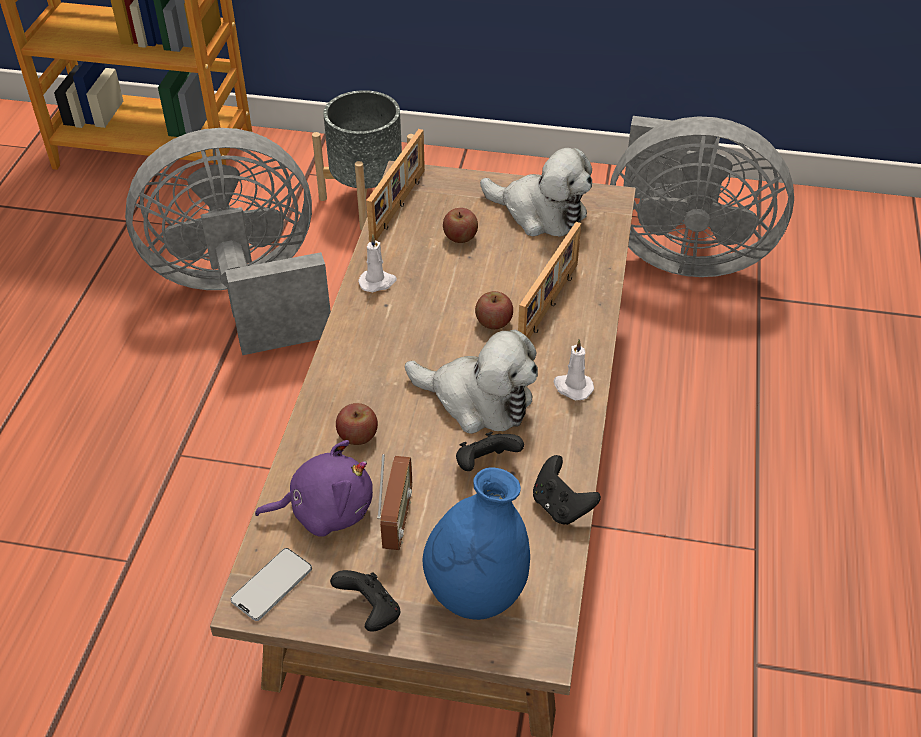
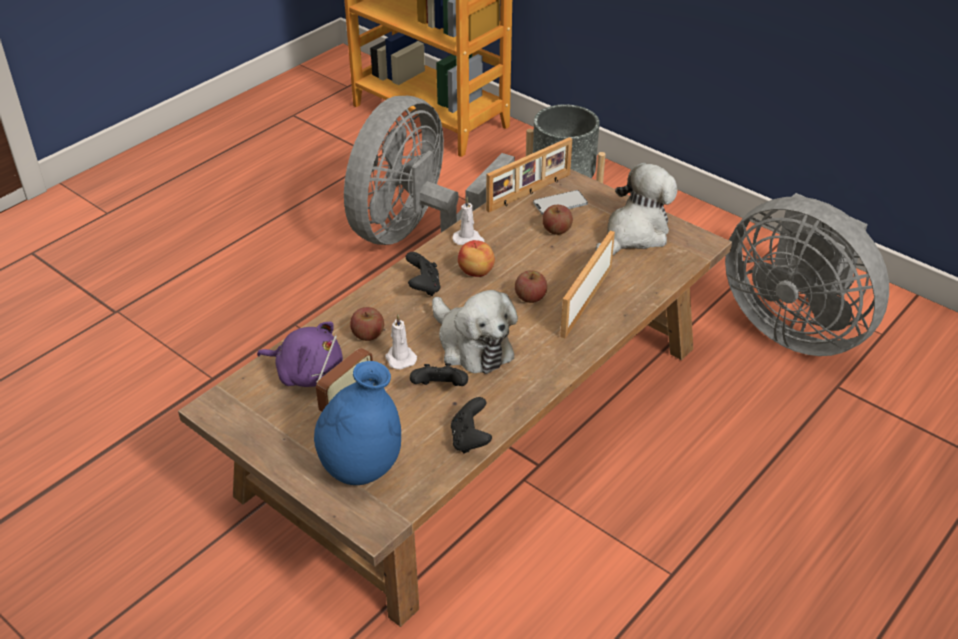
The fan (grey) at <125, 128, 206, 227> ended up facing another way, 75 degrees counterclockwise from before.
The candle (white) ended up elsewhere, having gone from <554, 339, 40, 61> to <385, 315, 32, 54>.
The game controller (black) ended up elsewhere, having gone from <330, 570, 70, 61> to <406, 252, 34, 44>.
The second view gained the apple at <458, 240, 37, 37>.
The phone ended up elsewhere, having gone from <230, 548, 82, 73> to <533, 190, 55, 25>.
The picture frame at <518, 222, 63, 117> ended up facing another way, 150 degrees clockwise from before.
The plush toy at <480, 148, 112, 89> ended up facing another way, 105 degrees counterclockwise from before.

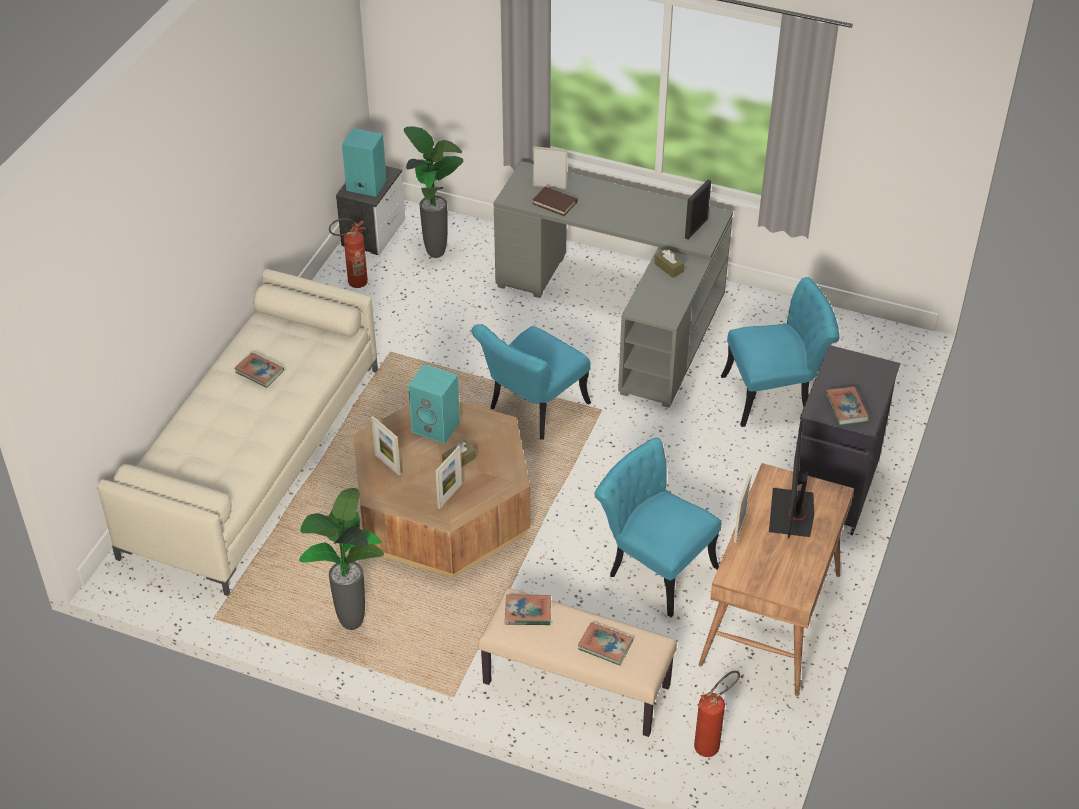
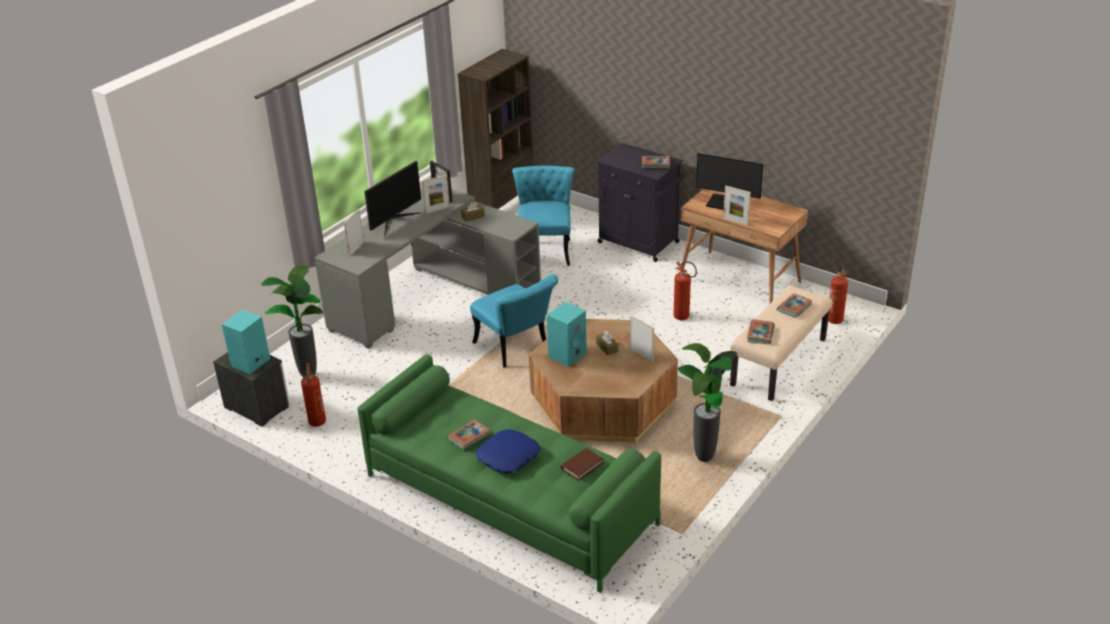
What was the sofa (beige) at <97, 269, 281, 327> turned into the sofa (green) at <357, 354, 304, 239>.
The second view gained the monitor at <364, 161, 57, 75>.
The picture frame ended up elsewhere, having gone from <371, 416, 30, 60> to <422, 175, 28, 39>.
The second view gained the bookcase (brown) at <458, 49, 75, 160>.
The second view gained the pillow (blue) at <476, 429, 65, 44>.
The book (brown) ended up elsewhere, having gone from <532, 187, 45, 29> to <560, 448, 44, 33>.
Where the chair (turquoise) stood at <594, 438, 127, 179>, the fire extinguisher came to stand at <673, 261, 24, 59>.

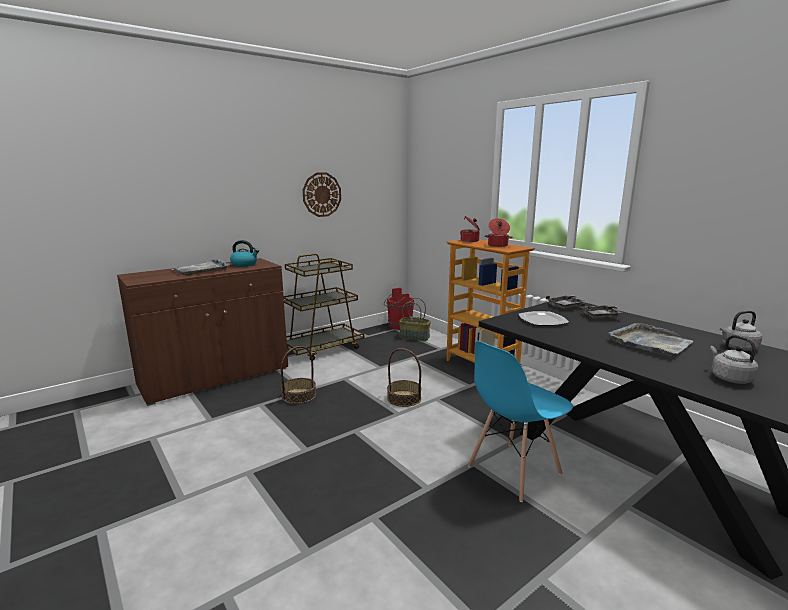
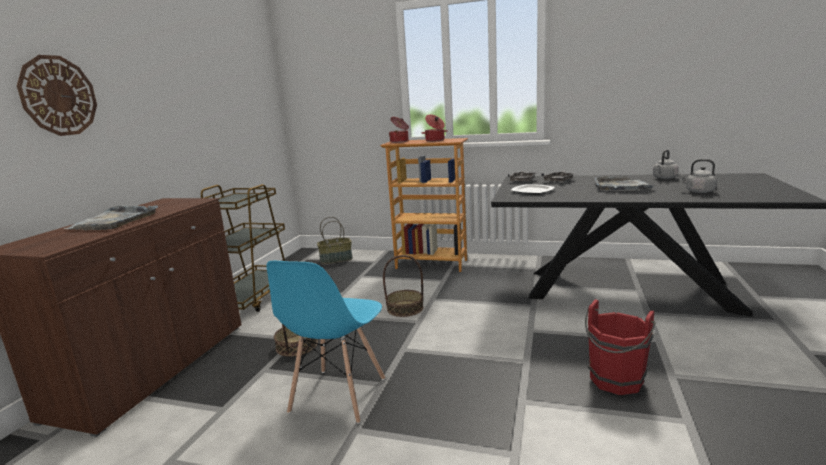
The wall clock ended up elsewhere, having gone from <303, 173, 38, 44> to <17, 55, 80, 81>.
The chair (blue) ended up elsewhere, having gone from <468, 341, 105, 161> to <266, 261, 119, 163>.
The bucket (red) ended up elsewhere, having gone from <384, 288, 30, 42> to <585, 299, 71, 96>.
The second view lost the kettle at <230, 240, 29, 27>.

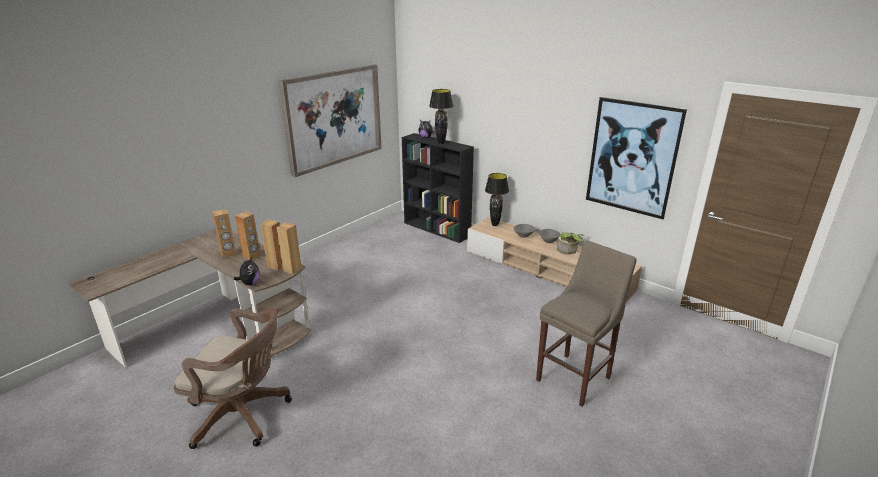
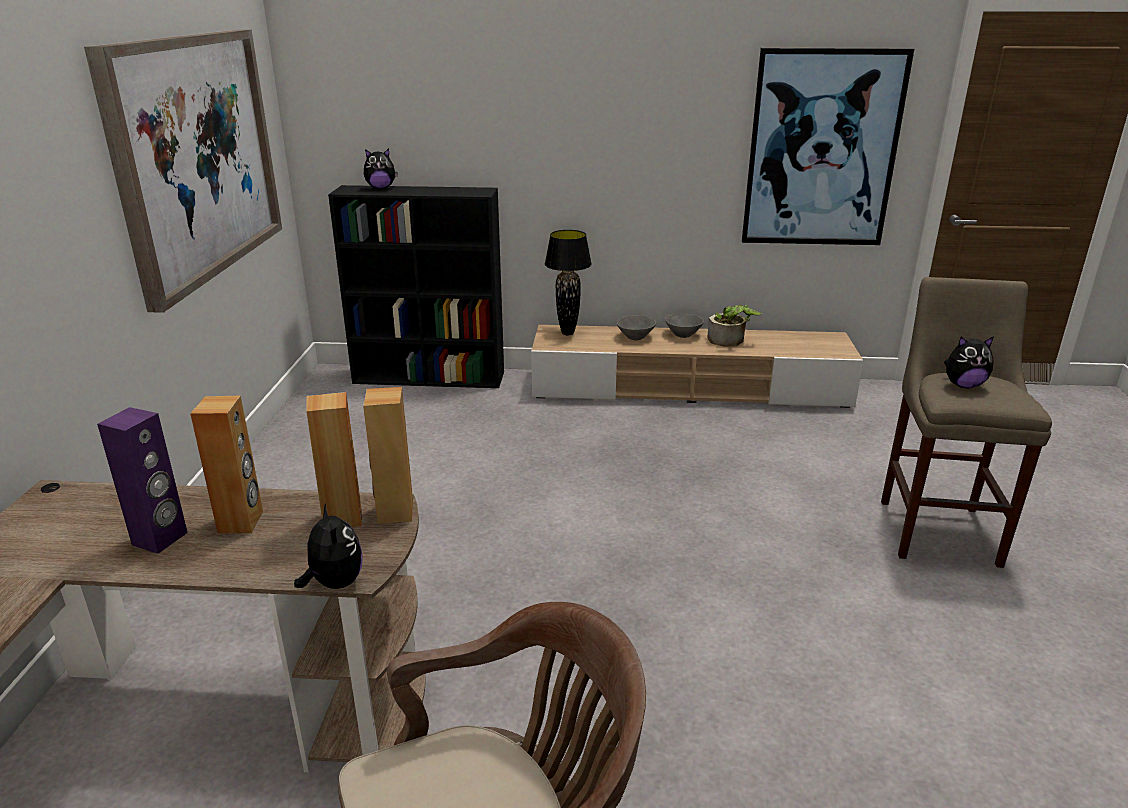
What was the speaker (brown) at <212, 209, 24, 49> turned into the speaker (purple) at <97, 407, 91, 147>.
The second view gained the plush toy at <944, 336, 50, 52>.
The second view lost the table lamp (black) at <429, 89, 24, 55>.

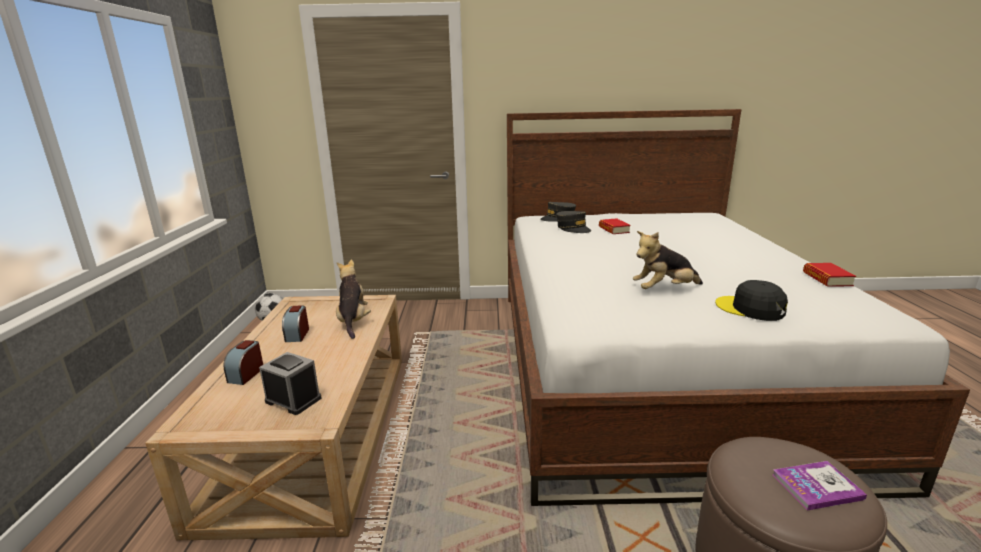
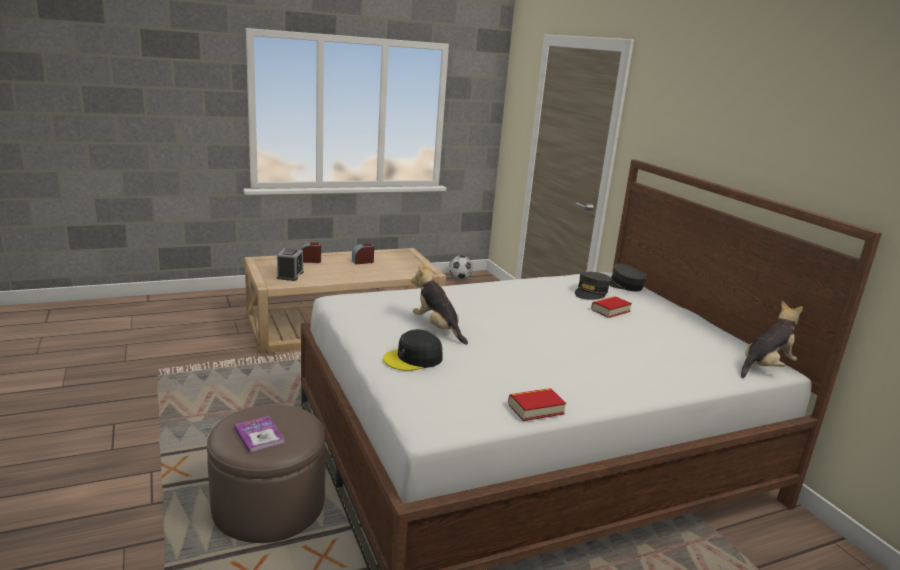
The cap (black) at <715, 280, 73, 41> ended up facing another way, 135 degrees counterclockwise from before.
The plush toy ended up elsewhere, having gone from <336, 260, 35, 79> to <741, 301, 62, 77>.

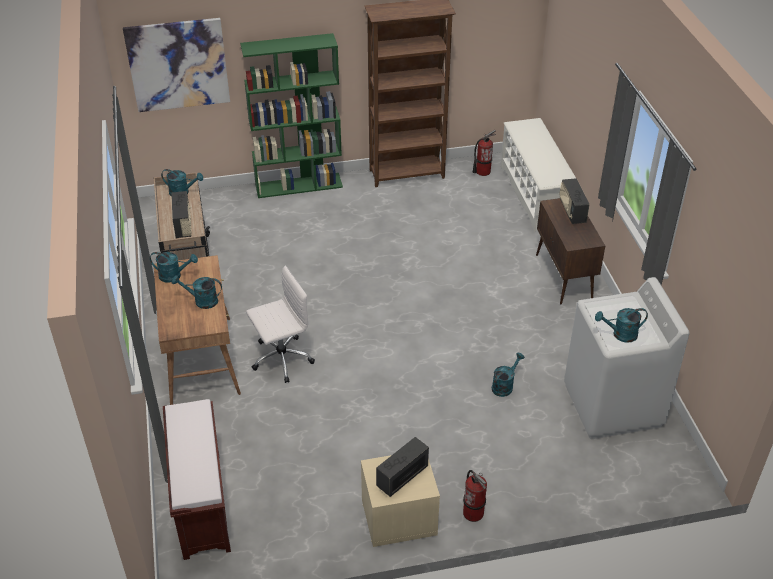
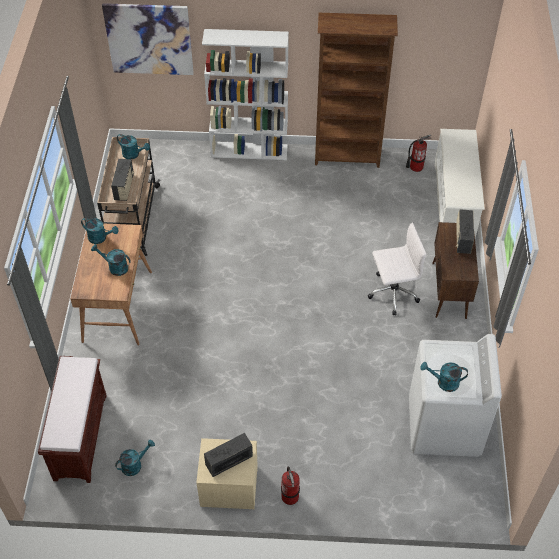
The watering can (turquoise) ended up elsewhere, having gone from <492, 353, 33, 44> to <115, 440, 40, 36>.
What was the bookcase (green) at <240, 33, 103, 165> turned into the bookcase (white) at <202, 29, 87, 131>.
The office chair (white) ended up elsewhere, having gone from <246, 265, 69, 118> to <368, 222, 58, 94>.

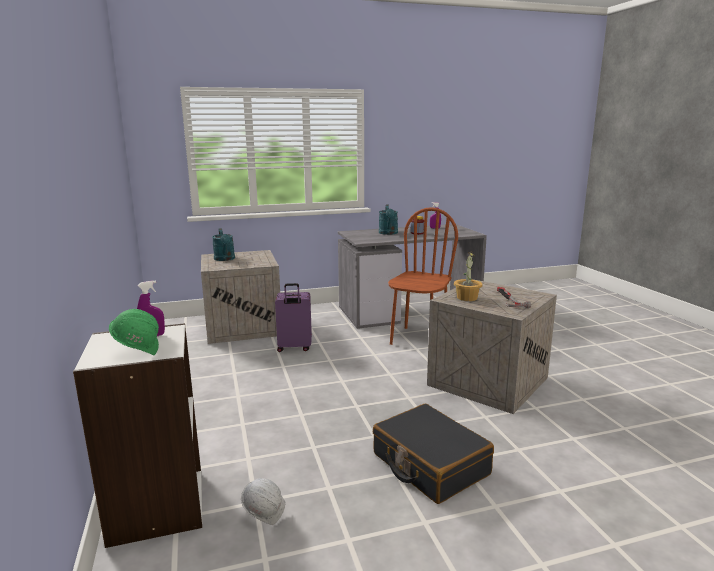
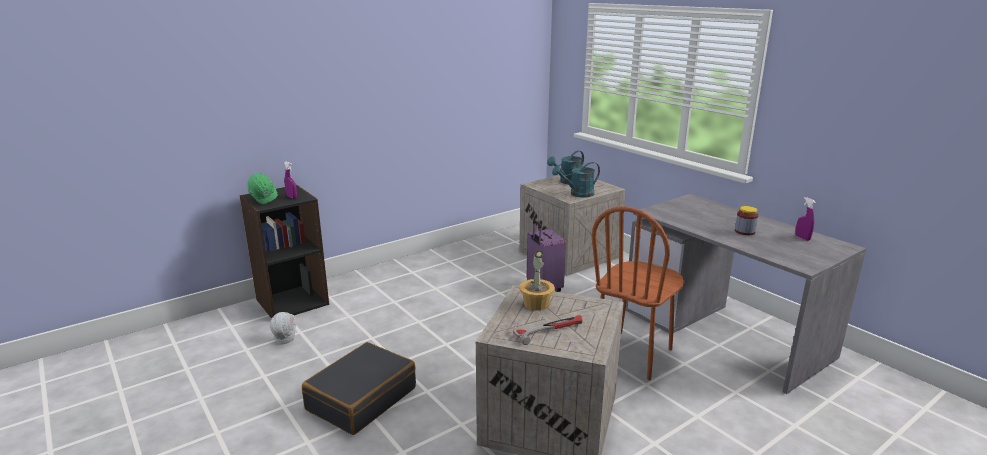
What was the bookcase (white) at <73, 323, 129, 225> turned into the bookcase (black) at <240, 185, 89, 134>.
The watering can (turquoise) ended up elsewhere, having gone from <379, 204, 19, 31> to <552, 162, 48, 36>.
The chair (brown) at <388, 207, 70, 138> ended up facing another way, 120 degrees clockwise from before.

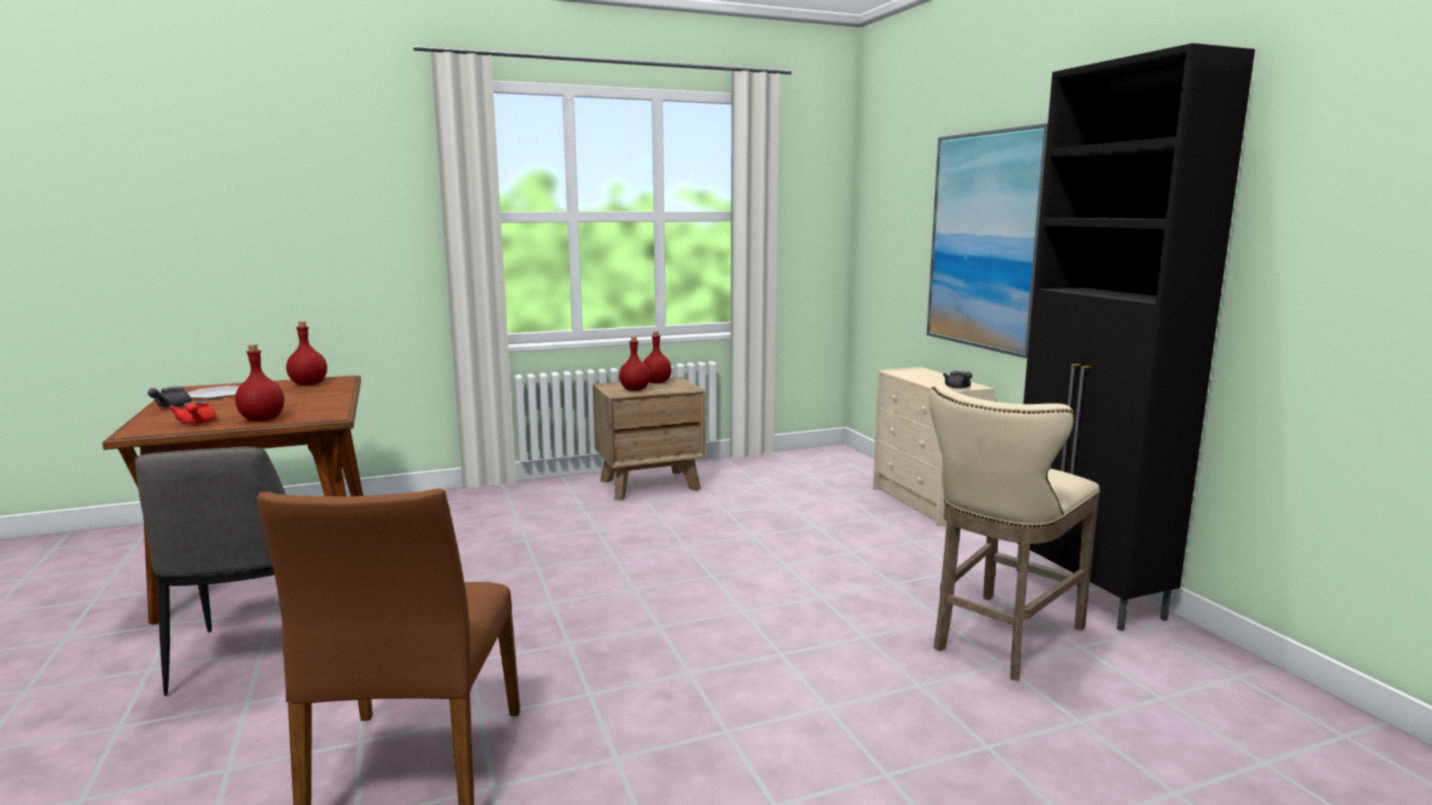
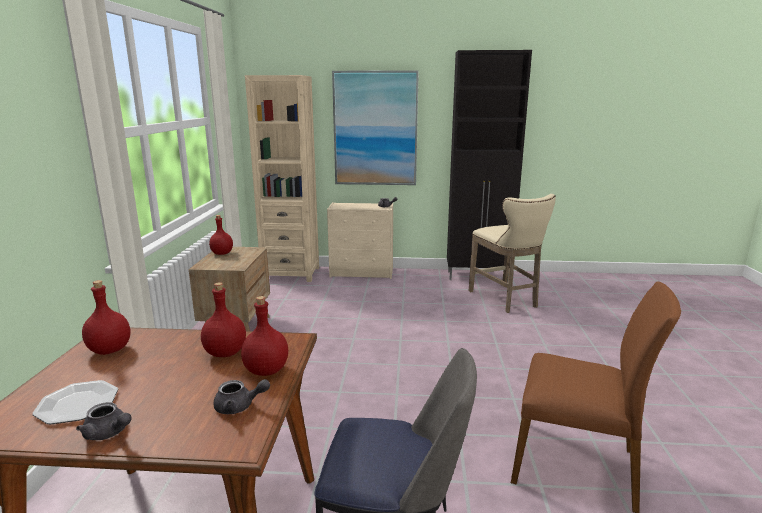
The bottle (red) ended up elsewhere, having gone from <619, 337, 31, 54> to <201, 282, 45, 75>.
What was the teapot (red) at <169, 401, 47, 23> turned into the teapot (grey) at <213, 379, 57, 35>.
The second view gained the bookcase (beige) at <245, 75, 74, 207>.

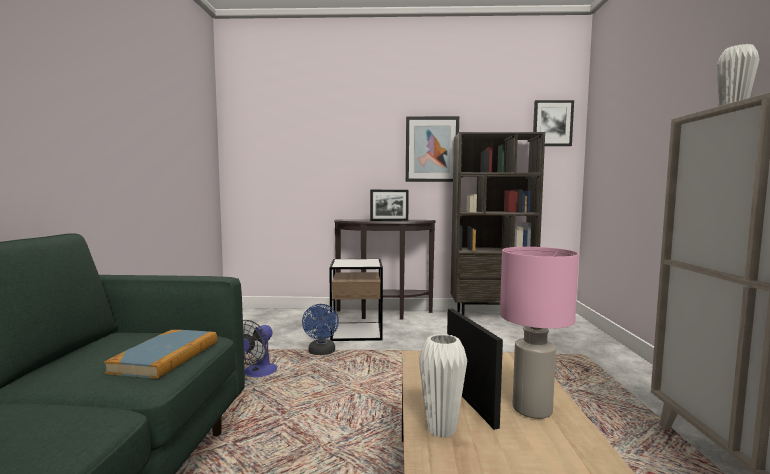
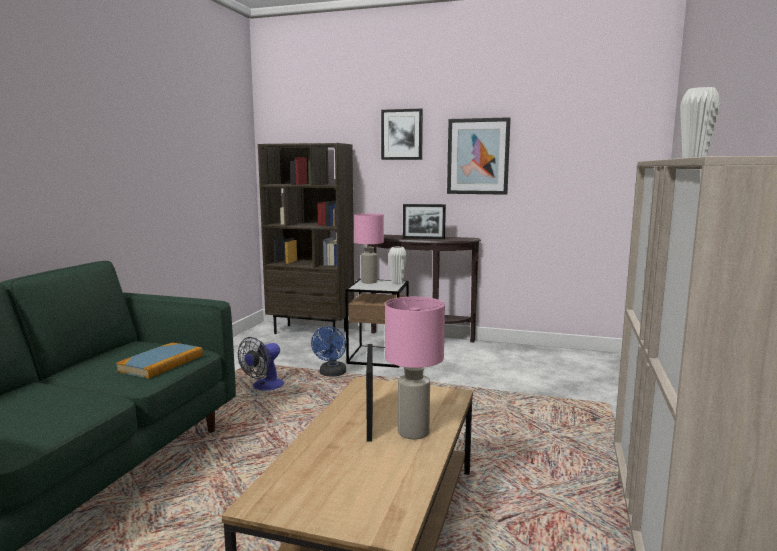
The bookcase (brown) ended up elsewhere, having gone from <451, 132, 94, 183> to <258, 143, 96, 191>.
The second view gained the table lamp (pink) at <354, 213, 30, 70>.
The picture ended up elsewhere, having gone from <533, 100, 41, 46> to <381, 109, 42, 51>.
The vase (white) ended up elsewhere, having gone from <419, 334, 48, 104> to <388, 246, 19, 38>.

